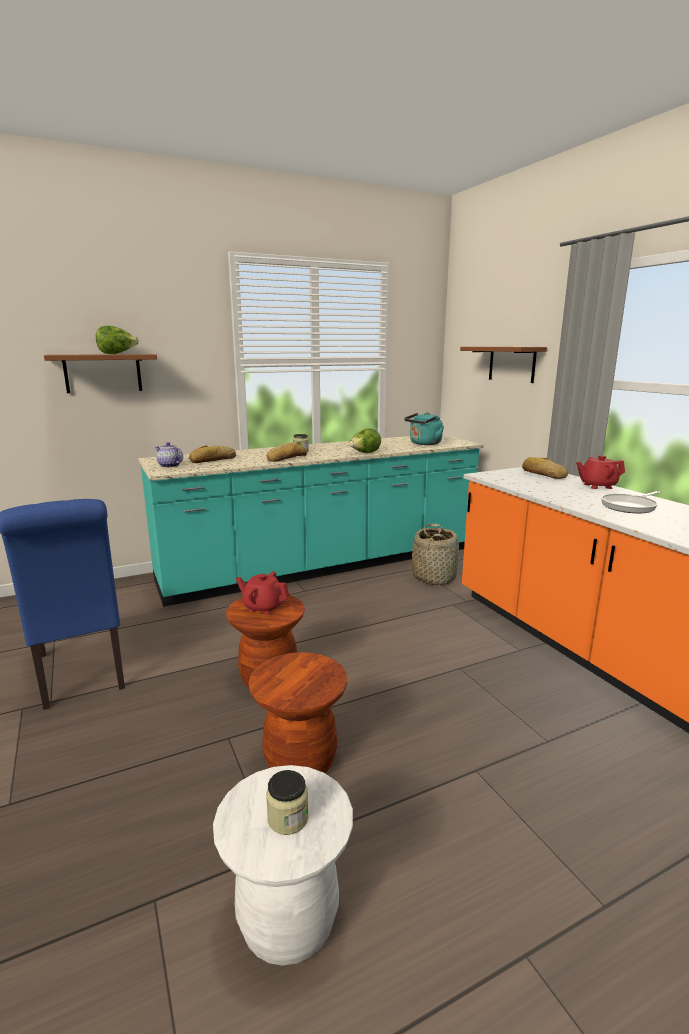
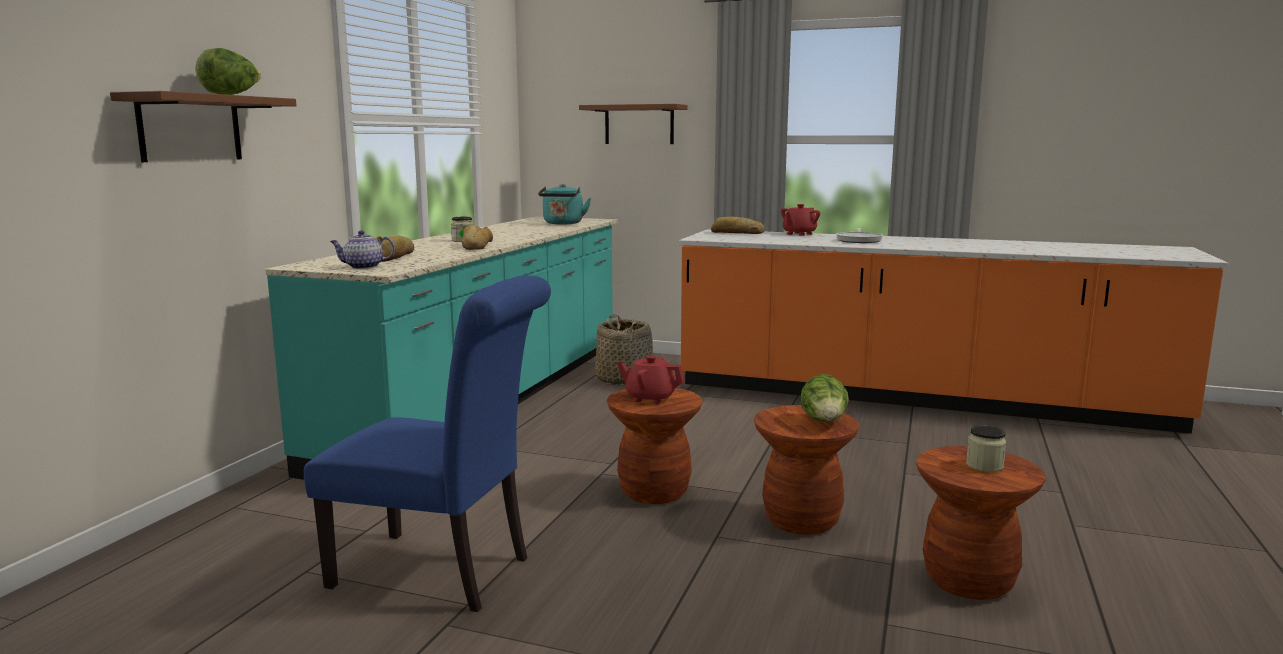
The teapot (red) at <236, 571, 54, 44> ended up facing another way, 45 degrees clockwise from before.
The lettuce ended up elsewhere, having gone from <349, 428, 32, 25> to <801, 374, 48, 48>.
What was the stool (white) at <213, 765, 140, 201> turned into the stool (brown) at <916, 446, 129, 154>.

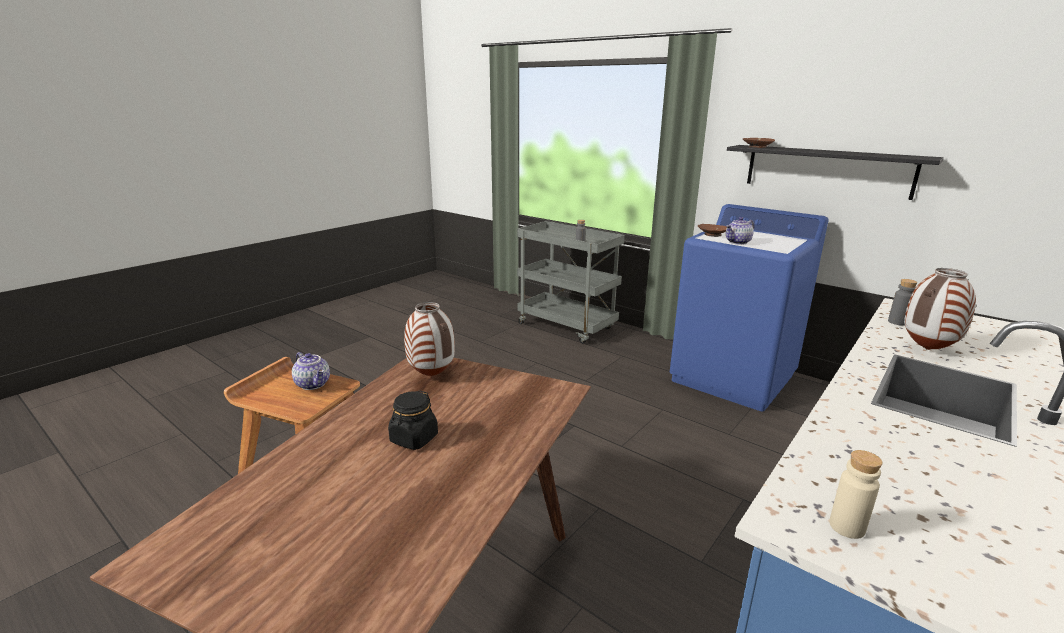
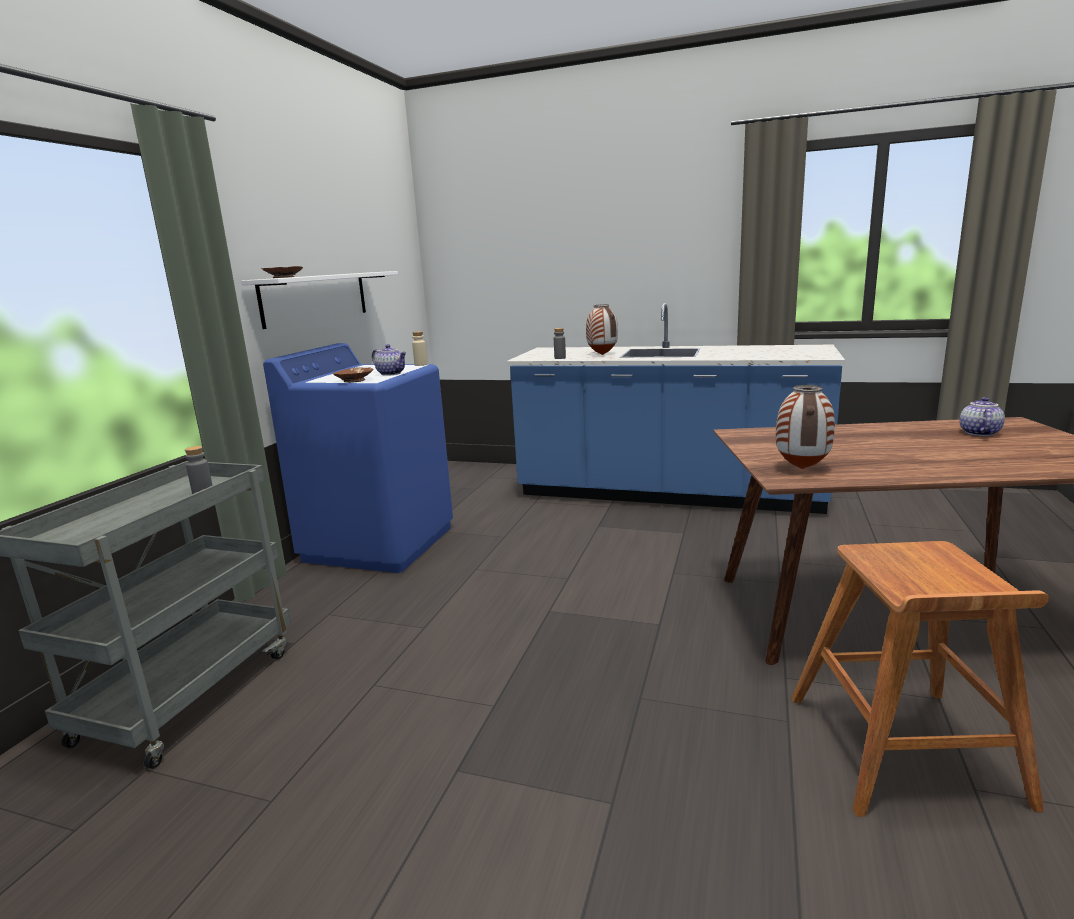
What was the shelf (black) at <727, 145, 217, 55> turned into the shelf (white) at <241, 271, 157, 58>.
The bottle (beige) ended up elsewhere, having gone from <829, 450, 54, 89> to <412, 331, 15, 35>.
The teapot ended up elsewhere, having gone from <292, 352, 38, 38> to <960, 397, 45, 39>.
The second view lost the jar (black) at <388, 390, 50, 60>.

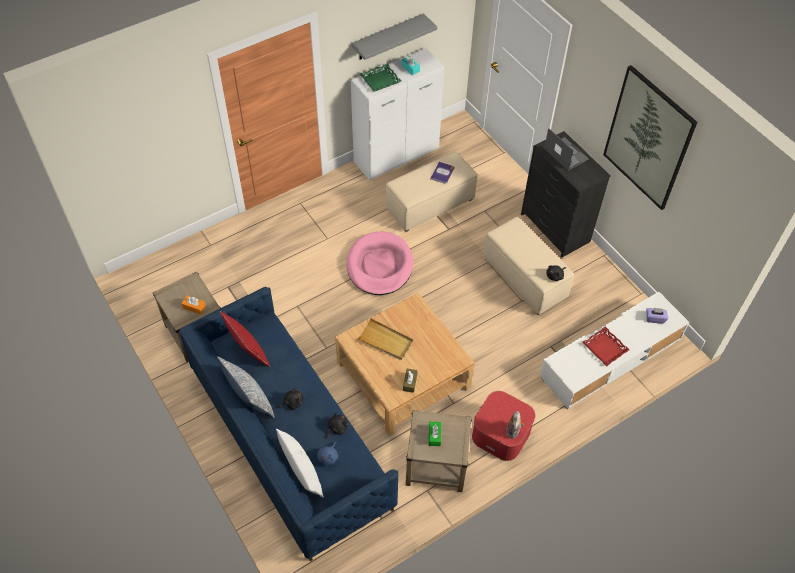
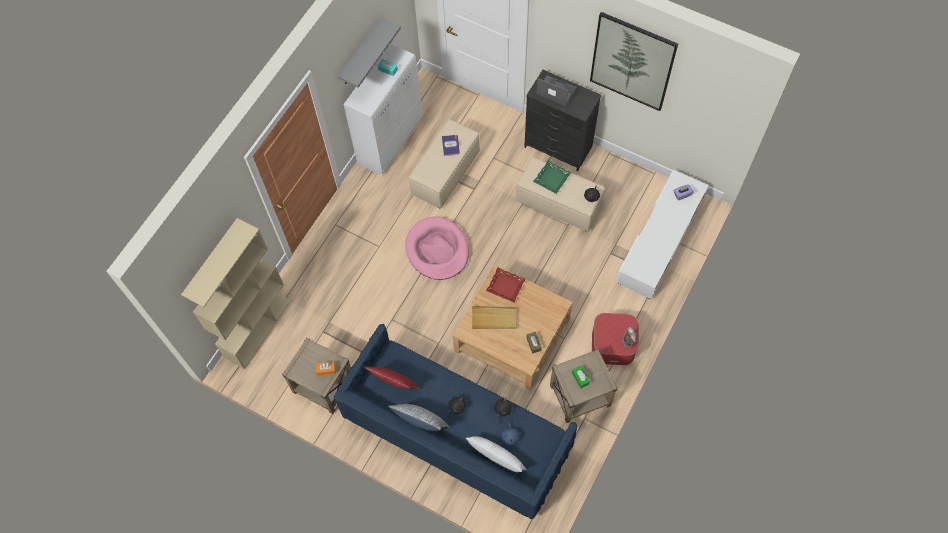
The second view gained the bookcase (beige) at <181, 218, 110, 151>.
The tray (red) ended up elsewhere, having gone from <582, 326, 48, 40> to <486, 267, 40, 35>.
The tray (green) ended up elsewhere, having gone from <360, 63, 41, 29> to <533, 160, 38, 34>.

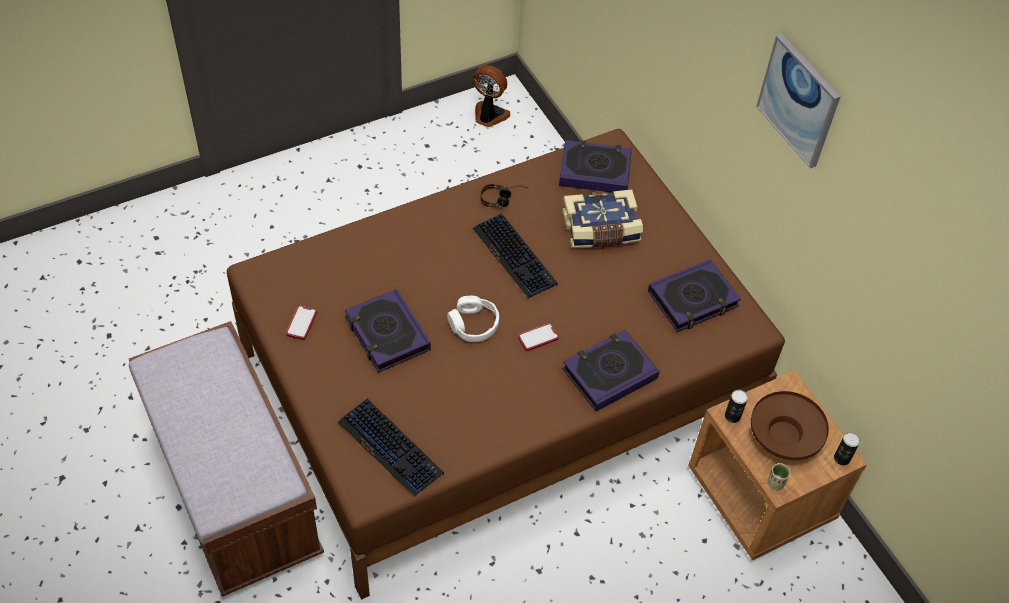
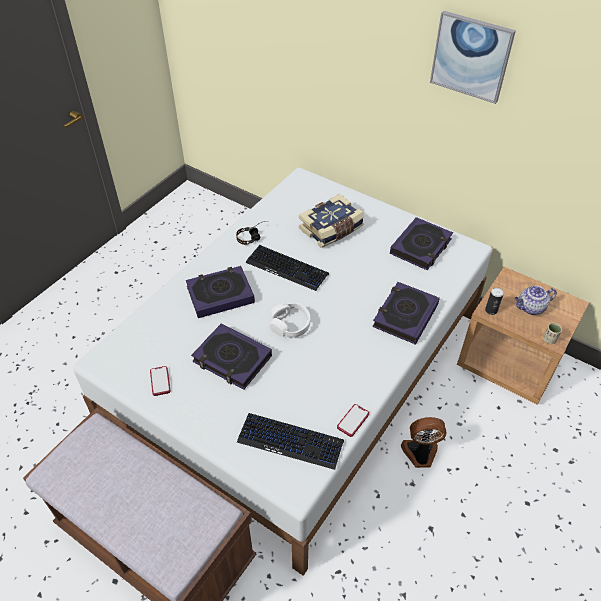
What was the bed (brown) at <227, 129, 558, 471> turned into the bed (white) at <73, 167, 420, 409>.
The book ended up elsewhere, having gone from <559, 140, 73, 53> to <186, 266, 69, 52>.
The phone ended up elsewhere, having gone from <518, 323, 41, 28> to <337, 404, 32, 33>.
The fan ended up elsewhere, having gone from <473, 65, 38, 62> to <401, 417, 45, 51>.
Where the bowl (brown) stood at <751, 391, 78, 69>, the teapot came to stand at <515, 286, 42, 29>.
The second view lost the can at <834, 432, 26, 33>.

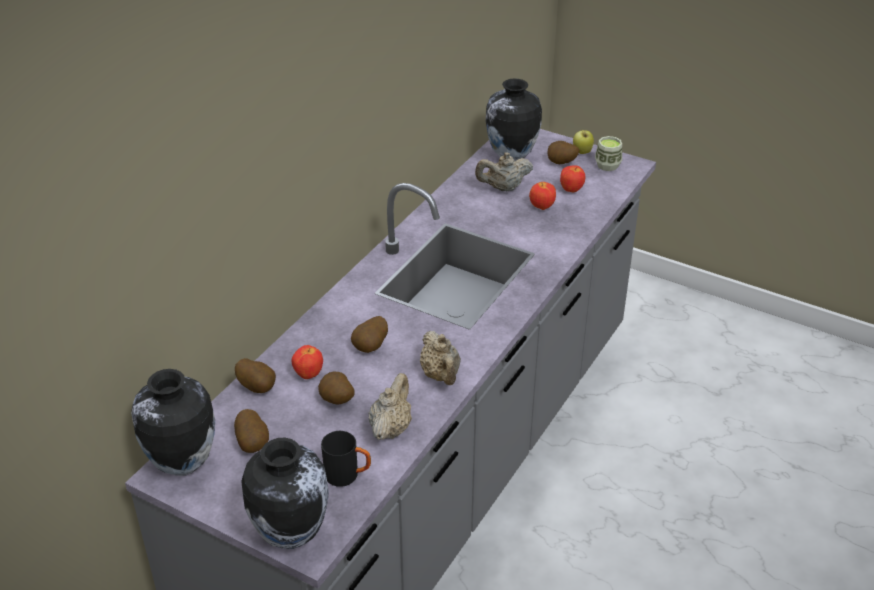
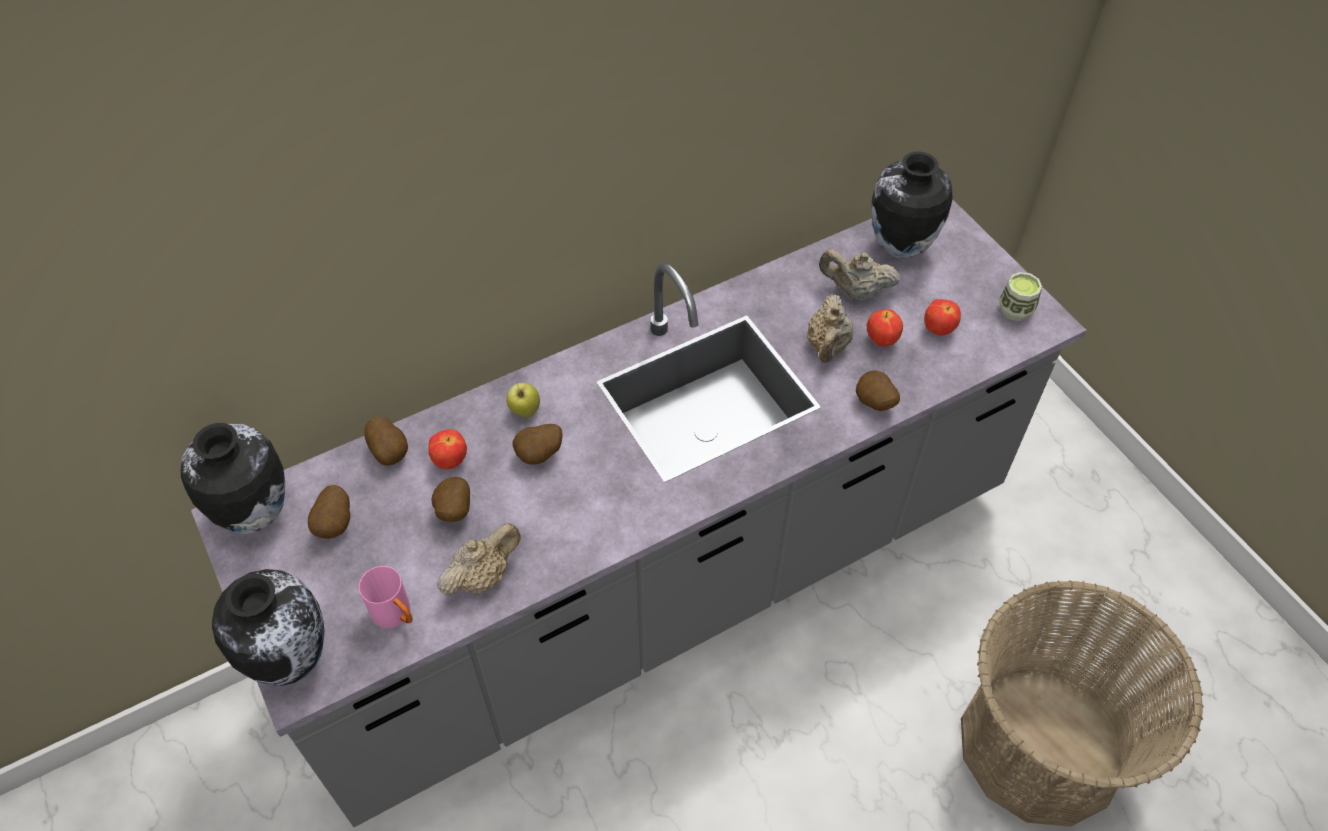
What was the mug (black) at <321, 431, 50, 56> turned into the mug (pink) at <359, 566, 54, 62>.
The apple ended up elsewhere, having gone from <573, 129, 21, 25> to <506, 383, 34, 34>.
The teapot (beige) ended up elsewhere, having gone from <420, 331, 41, 54> to <807, 294, 46, 69>.
The potato ended up elsewhere, having gone from <547, 141, 32, 23> to <856, 370, 44, 41>.
The second view gained the basket at <961, 580, 242, 247>.

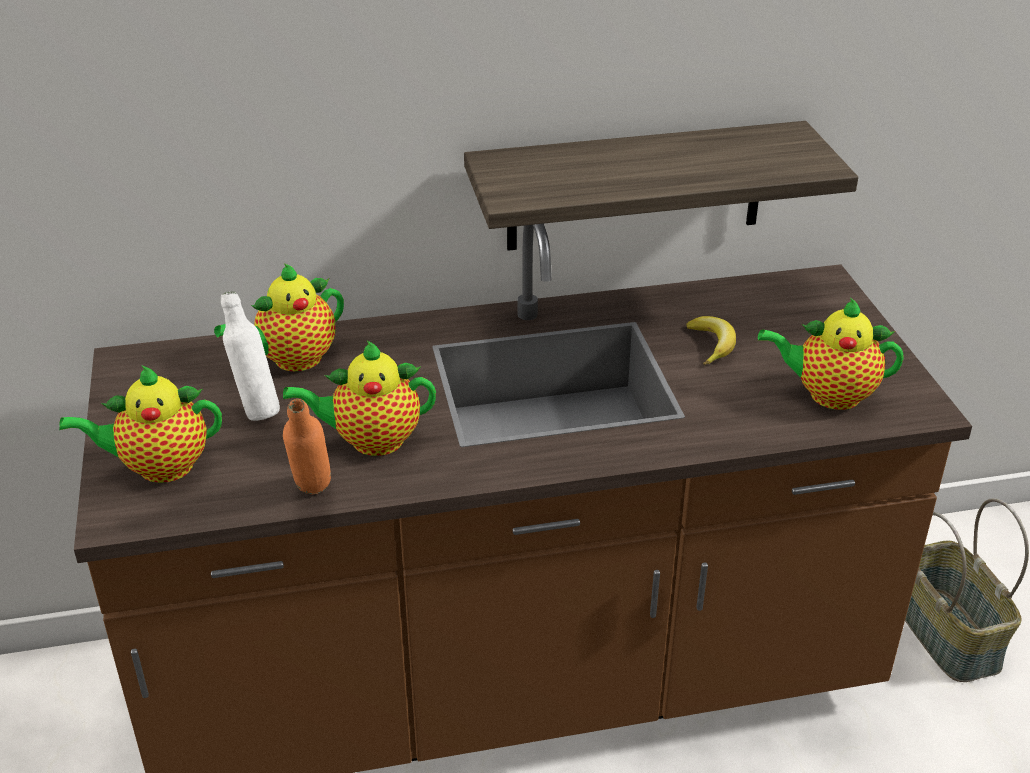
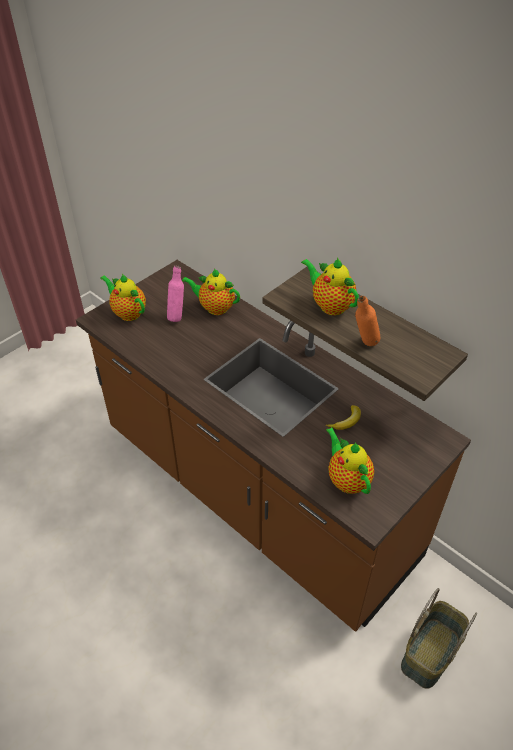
What was the bottle (white) at <221, 291, 59, 130> turned into the bottle (pink) at <167, 266, 17, 56>.
The teapot ended up elsewhere, having gone from <283, 341, 153, 115> to <301, 258, 58, 57>.
The bottle (orange) ended up elsewhere, having gone from <283, 399, 48, 95> to <355, 296, 25, 50>.

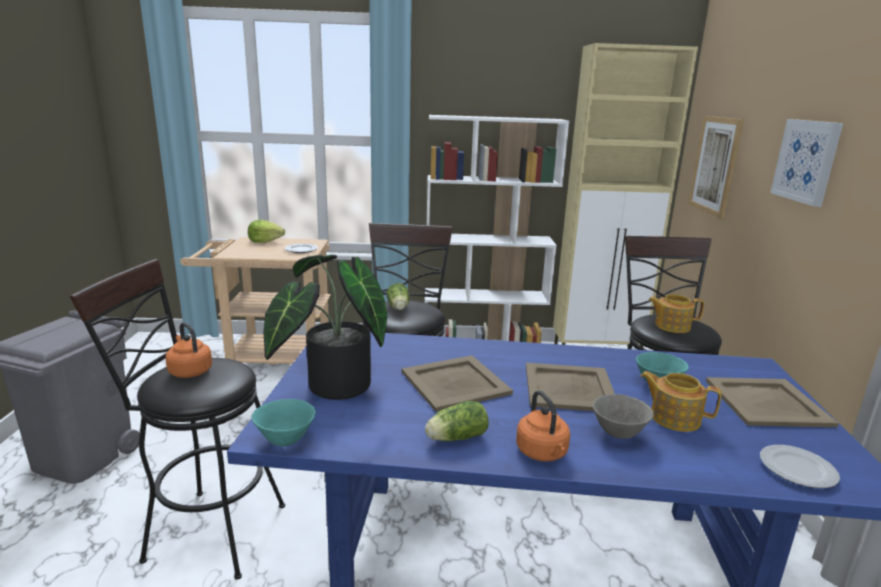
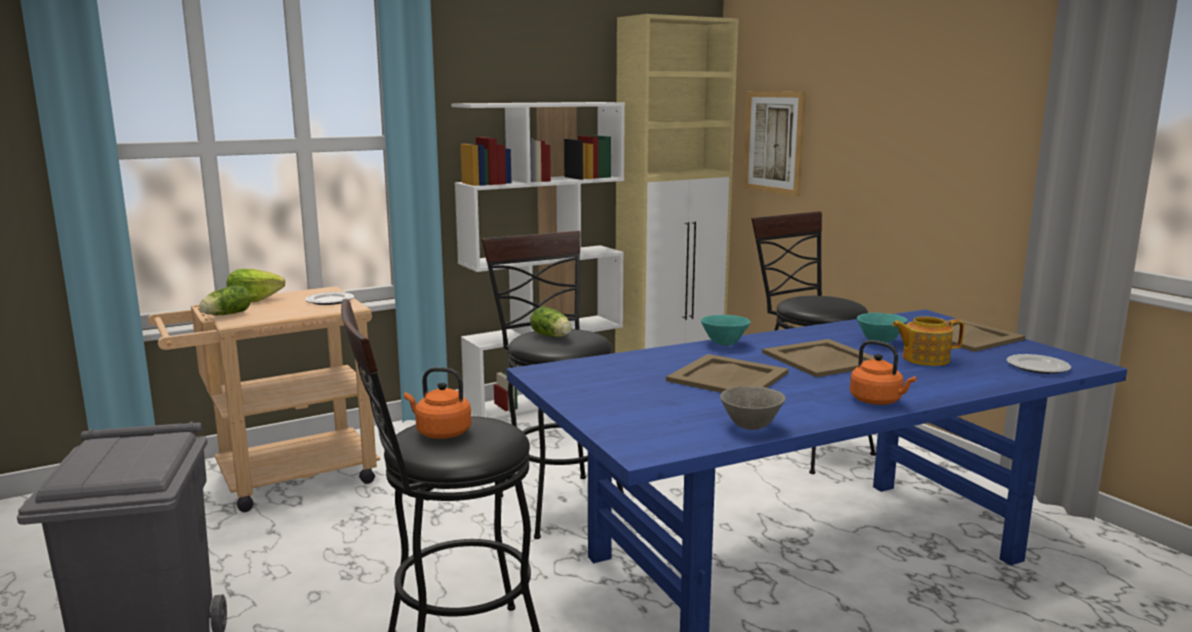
The lettuce ended up elsewhere, having gone from <425, 401, 64, 40> to <199, 285, 52, 30>.
The bowl (turquoise) ended up elsewhere, having gone from <252, 399, 64, 48> to <701, 315, 50, 31>.
The bowl (grey) ended up elsewhere, having gone from <593, 394, 61, 45> to <720, 386, 66, 44>.
The second view lost the potted plant at <263, 255, 125, 145>.
The second view lost the teapot at <648, 294, 56, 39>.
The second view lost the picture at <770, 119, 73, 88>.

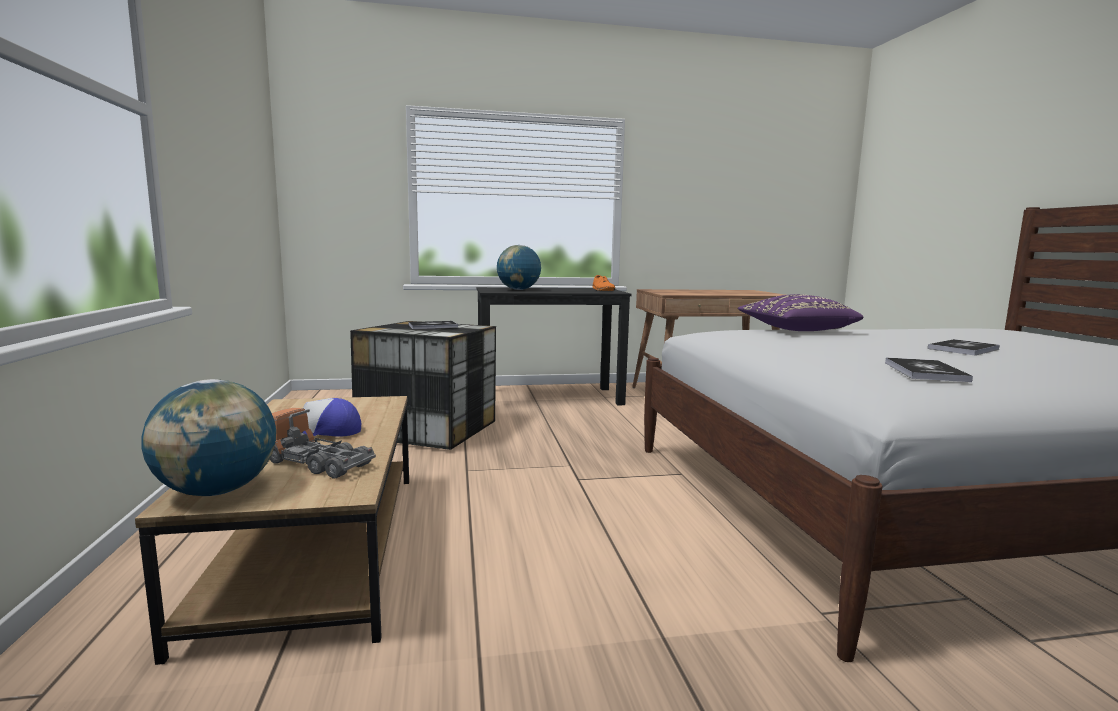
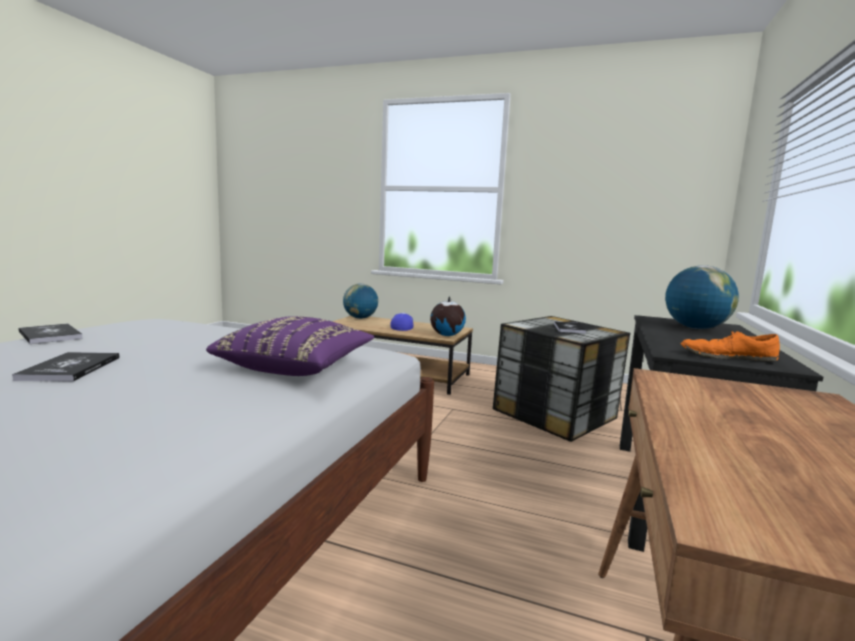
The book ended up elsewhere, having gone from <885, 358, 88, 24> to <19, 323, 64, 21>.
The second view gained the globe at <430, 296, 36, 40>.
The second view lost the toy truck at <270, 408, 106, 71>.

